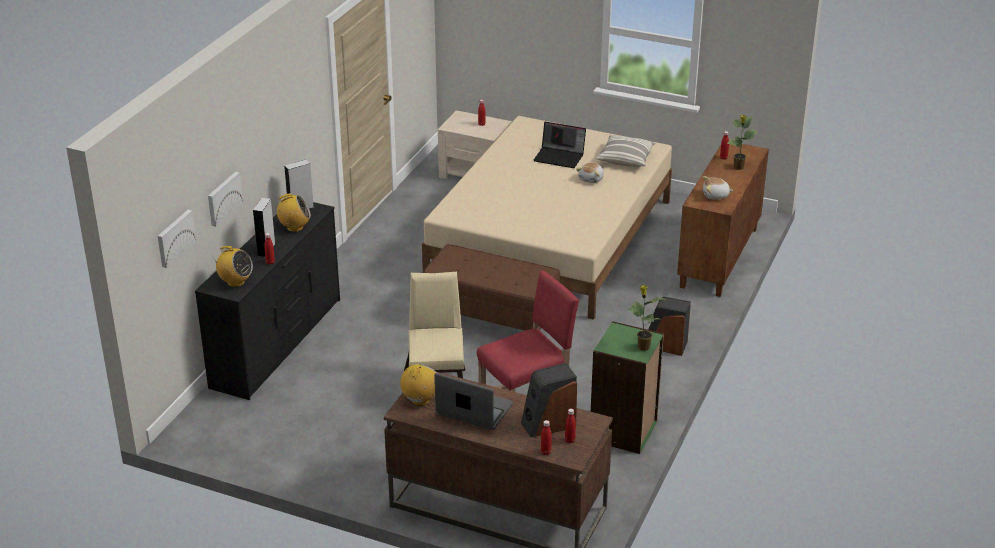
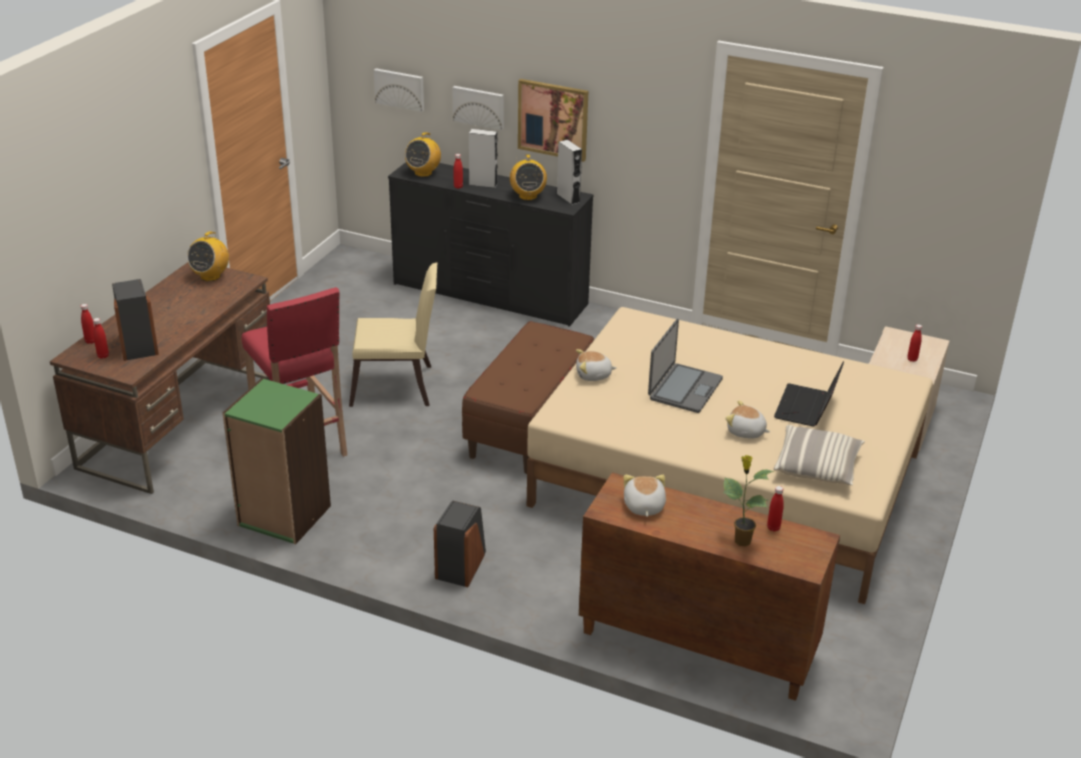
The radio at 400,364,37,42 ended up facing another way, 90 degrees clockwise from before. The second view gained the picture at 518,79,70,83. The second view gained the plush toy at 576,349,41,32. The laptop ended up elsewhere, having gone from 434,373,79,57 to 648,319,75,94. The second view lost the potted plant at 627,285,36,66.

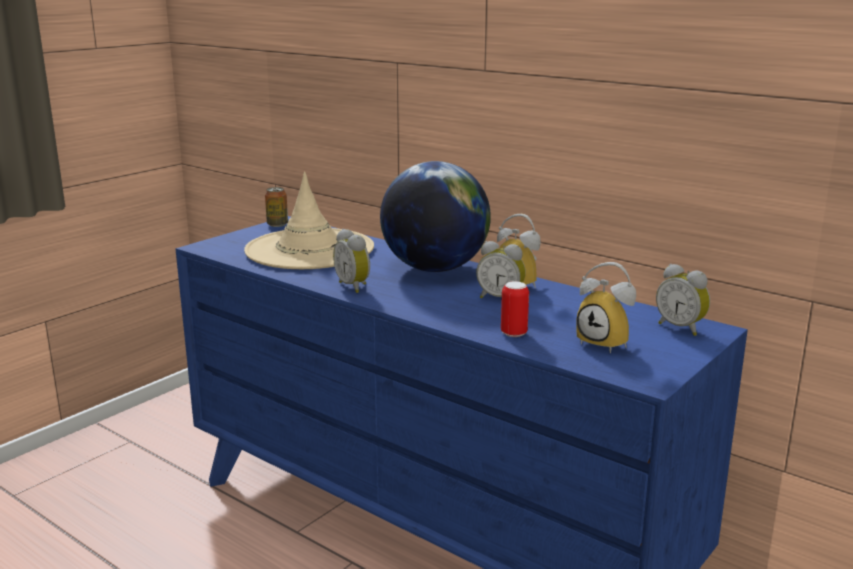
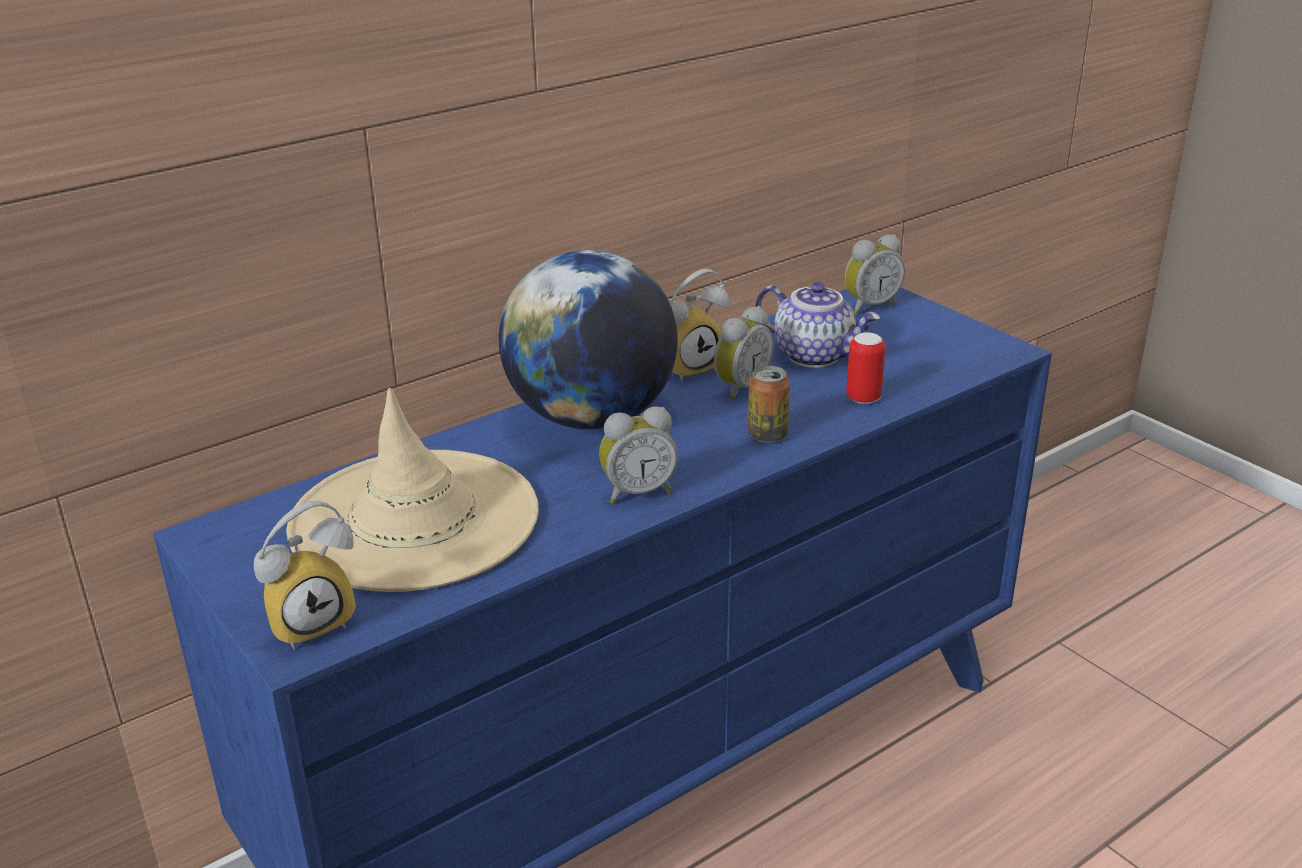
The alarm clock ended up elsewhere, having gone from 576,262,60,91 to 254,501,102,148. The can ended up elsewhere, having gone from 265,187,23,40 to 748,366,42,77. The second view gained the teapot at 755,282,125,86.

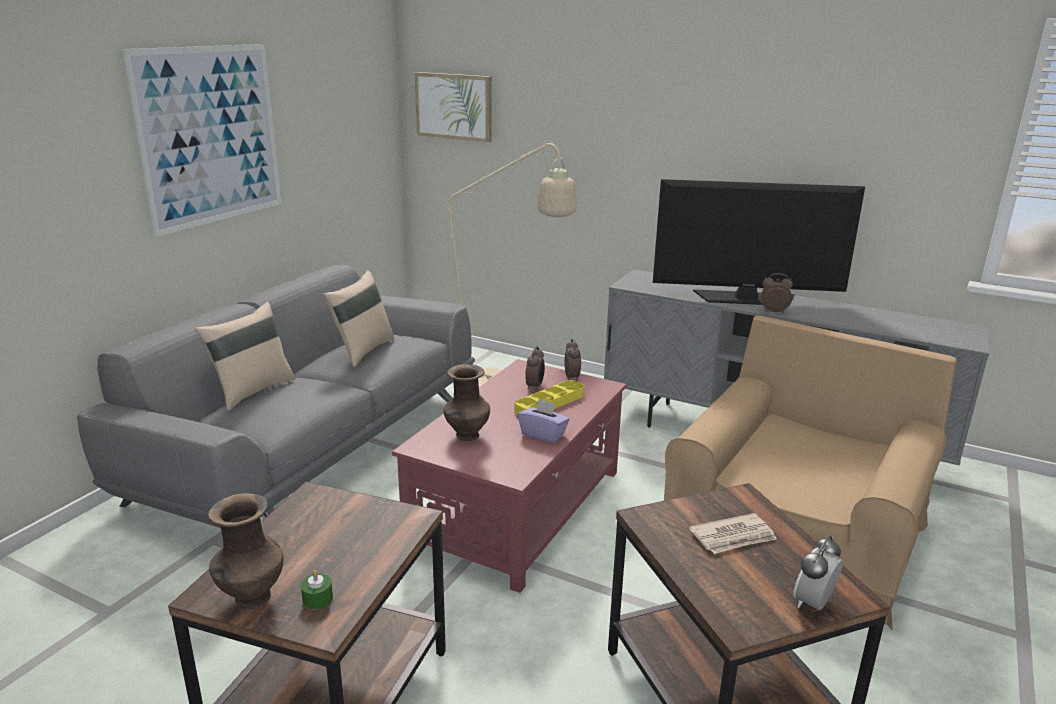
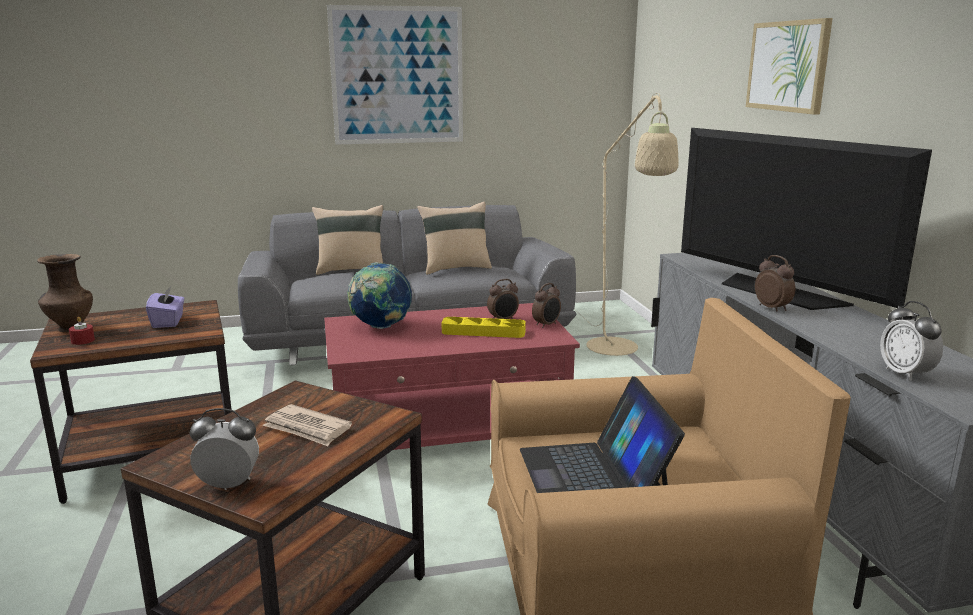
What was the candle (green) at 301,570,32,39 turned into the candle (red) at 69,317,26,28. The tissue box (purple) ended up elsewhere, having gone from 518,399,51,44 to 146,286,38,42. Where the vase (brown) stood at 444,364,46,77, the globe came to stand at 347,262,65,67. The second view gained the laptop at 520,376,165,117. The picture ended up elsewhere, having gone from 415,72,77,70 to 746,18,87,97. The second view gained the alarm clock at 880,301,63,80.

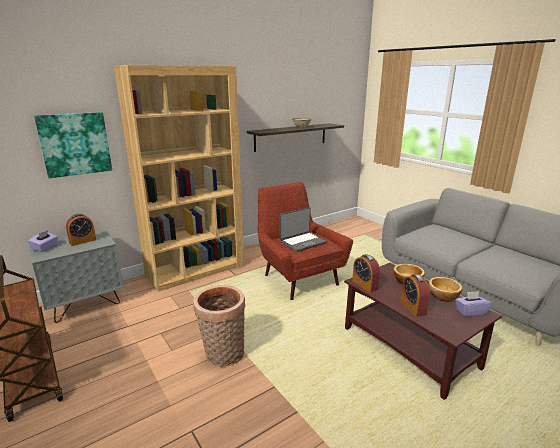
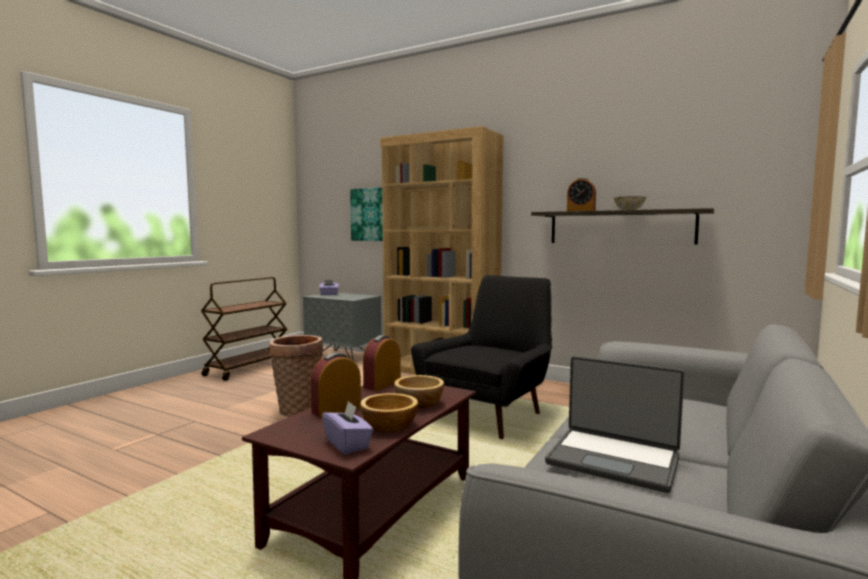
What was the armchair (red) at 257,182,96,118 turned into the armchair (black) at 411,275,141,164. The laptop ended up elsewhere, having gone from 280,207,47,45 to 545,356,139,137. The alarm clock ended up elsewhere, having gone from 66,214,30,32 to 567,177,29,34.

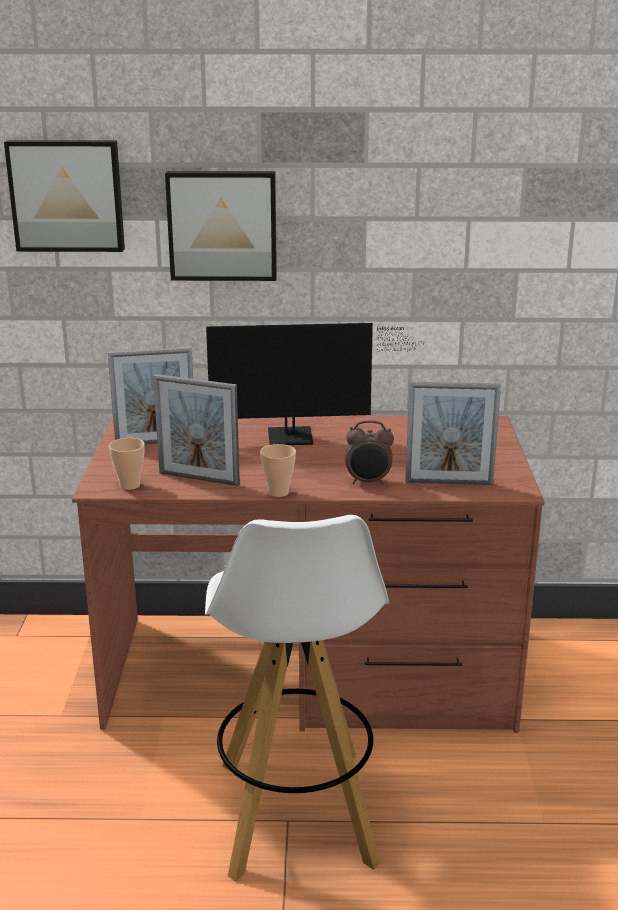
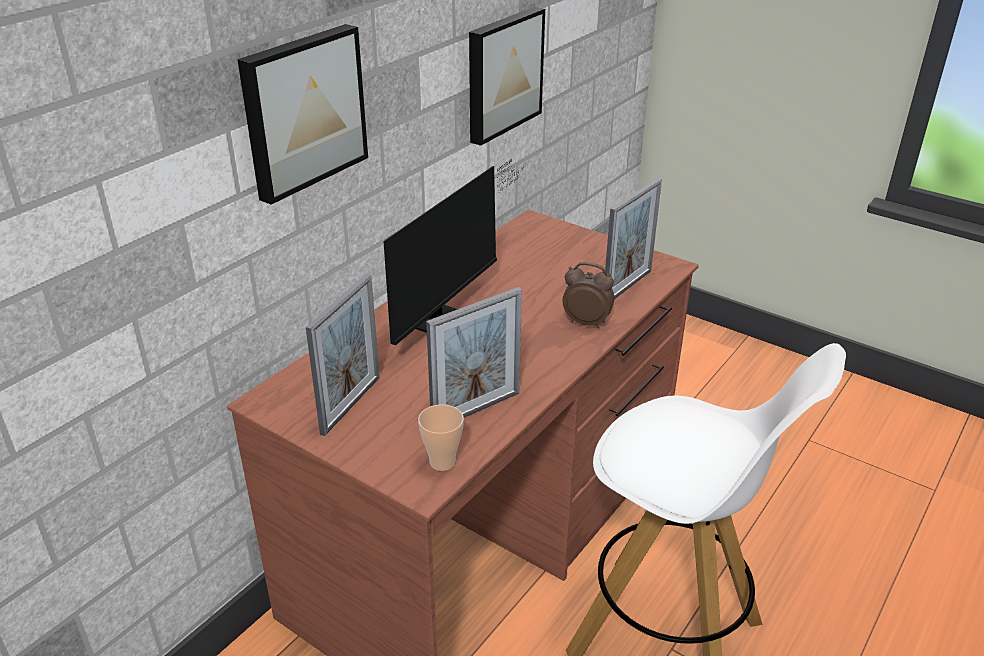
The picture ended up elsewhere, having gone from 4,140,121,112 to 469,7,76,139. The alarm clock at 345,420,49,65 ended up facing another way, 105 degrees counterclockwise from before. The second view lost the cup at 260,444,36,53.

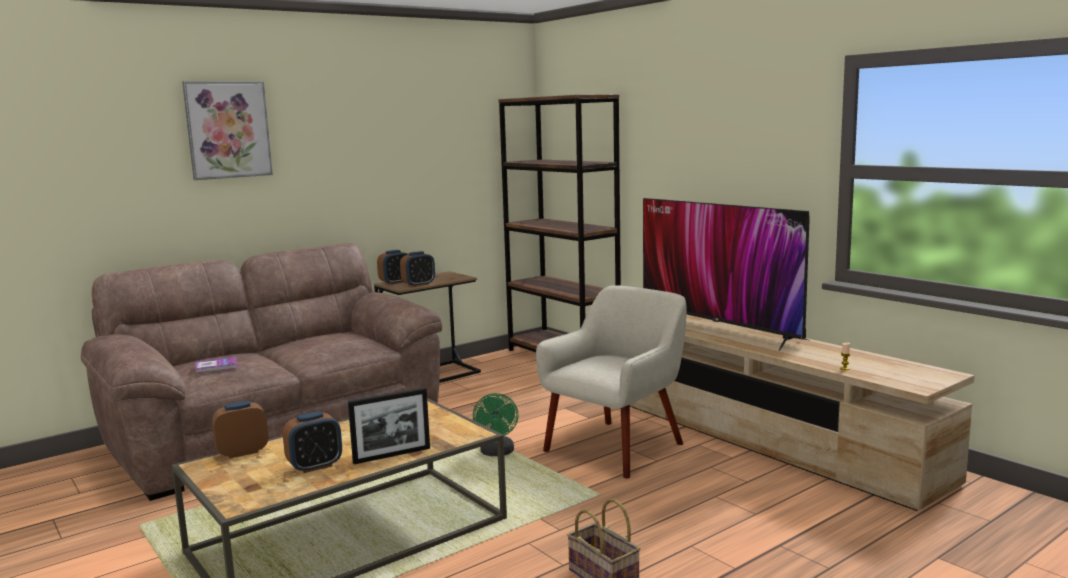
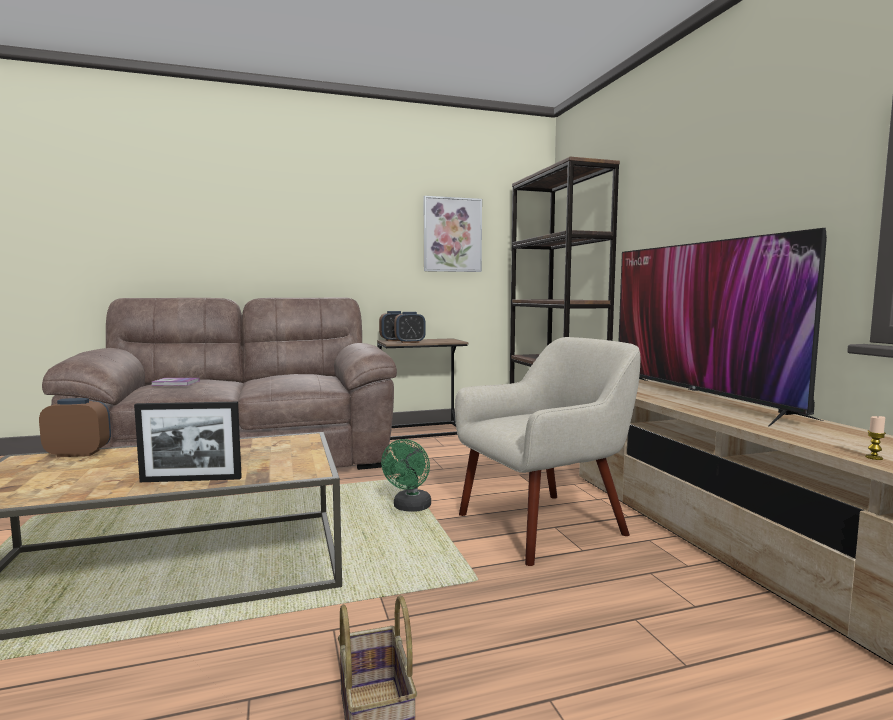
The picture ended up elsewhere, having gone from 182,81,91,99 to 424,196,58,76. The second view lost the alarm clock at 283,411,59,62.

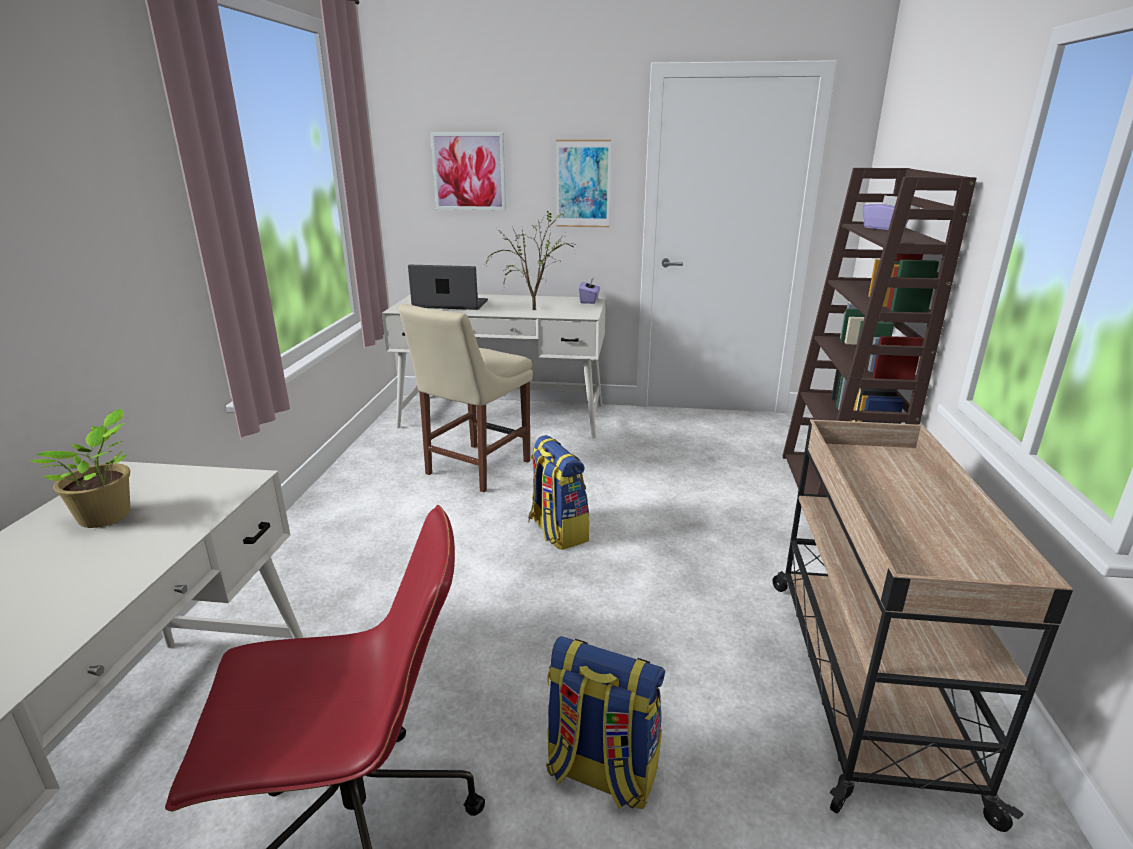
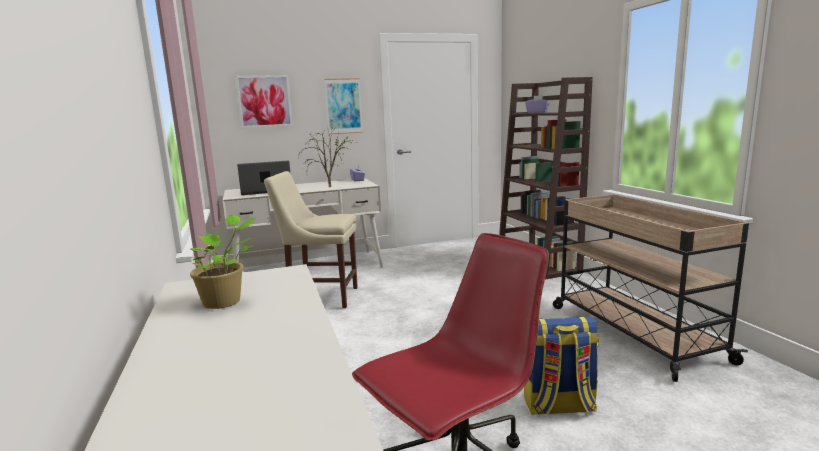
The chair (beige) at 399,304,134,188 ended up facing another way, 90 degrees clockwise from before. The second view lost the backpack at 528,435,61,115.

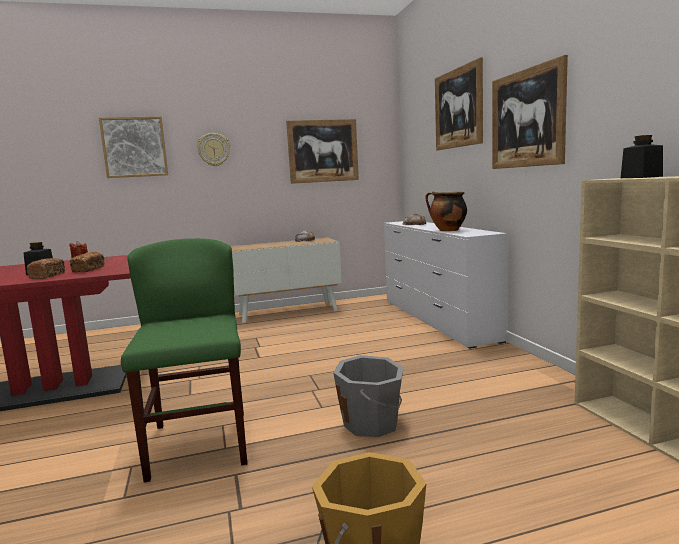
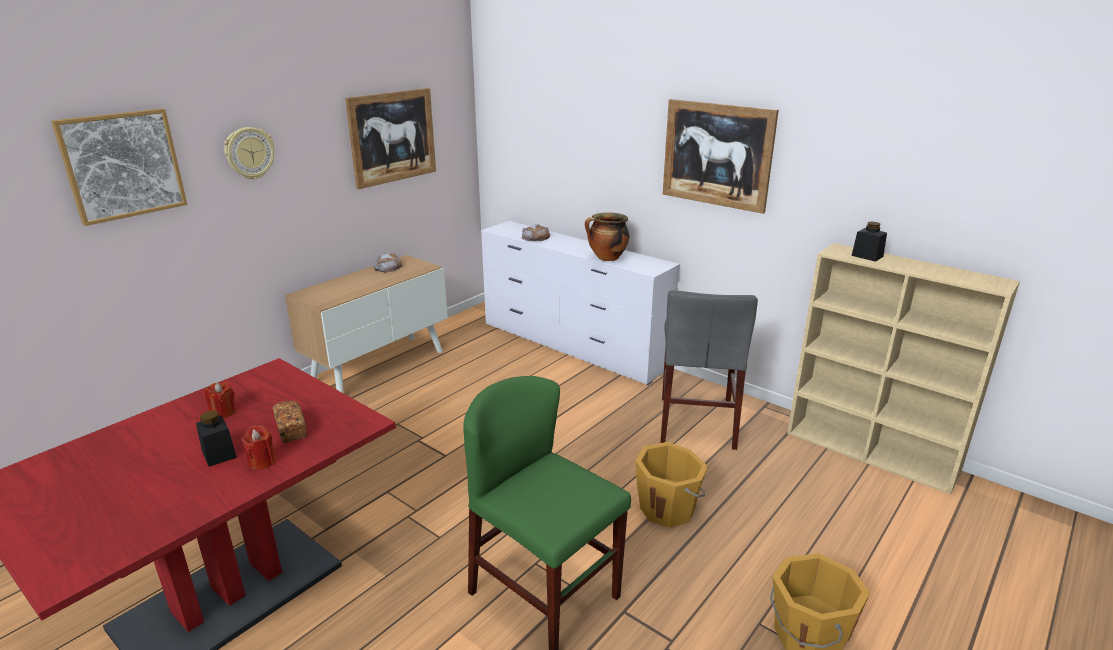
Where the bread stood at 27,258,38,21, the candle (red) came to stand at 241,425,35,45. What was the bucket (grey) at 333,355,71,82 turned into the bucket (orange) at 635,442,73,86. The second view gained the chair (grey) at 660,290,98,160. The second view lost the picture at 435,58,48,93.

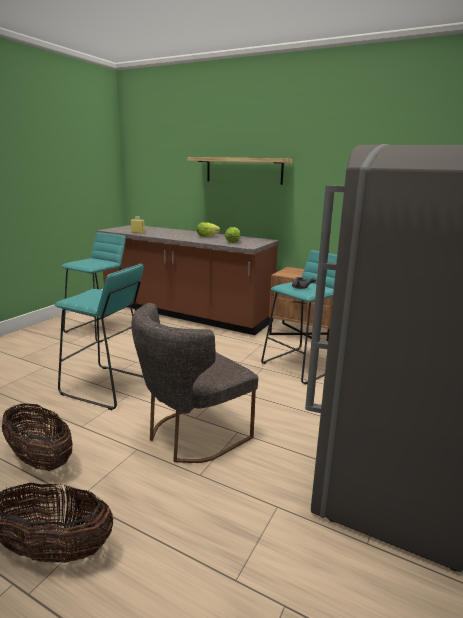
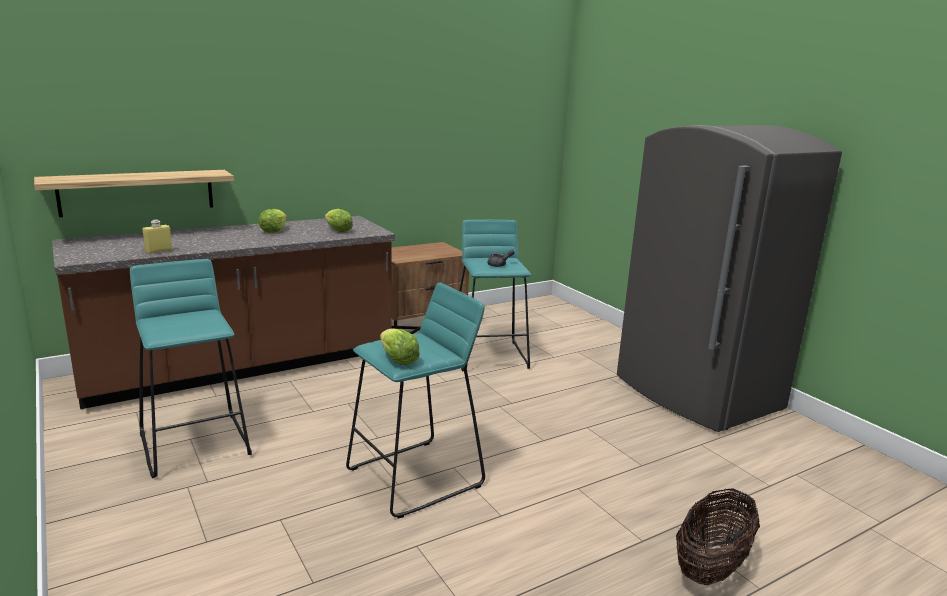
The shelf ended up elsewhere, having gone from 187,157,106,28 to 34,170,200,47. The second view gained the lettuce at 380,328,40,37. The second view lost the basket at 2,403,71,68. The second view lost the chair (grey) at 132,303,126,160.

